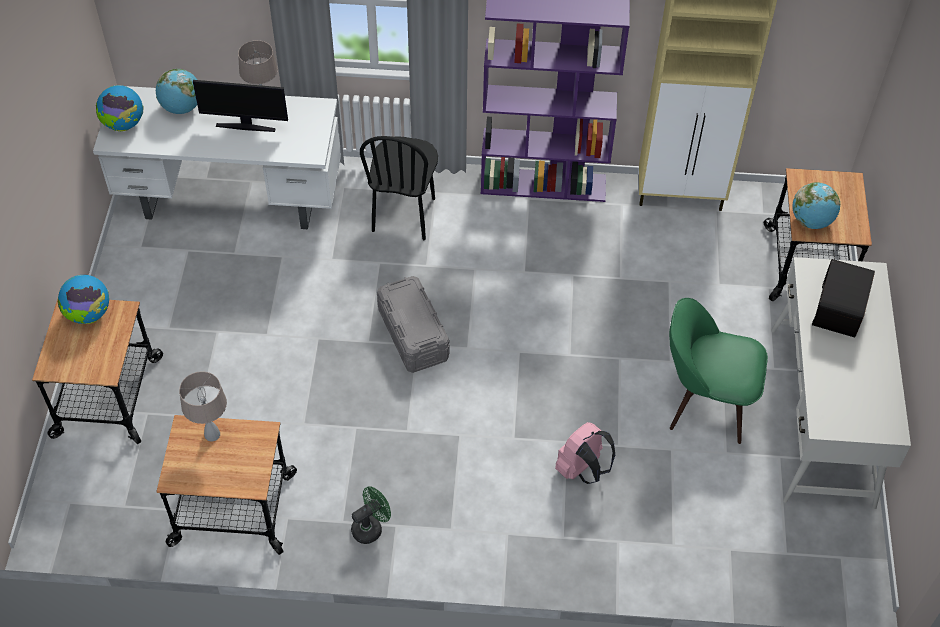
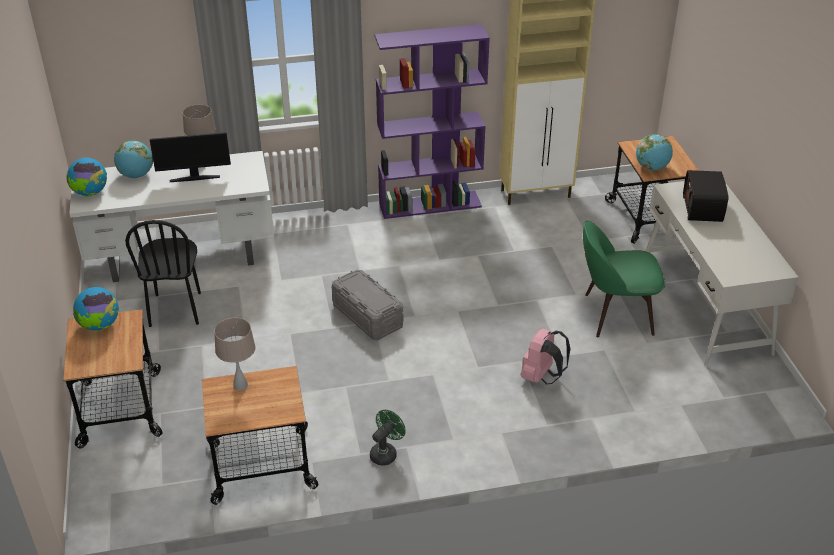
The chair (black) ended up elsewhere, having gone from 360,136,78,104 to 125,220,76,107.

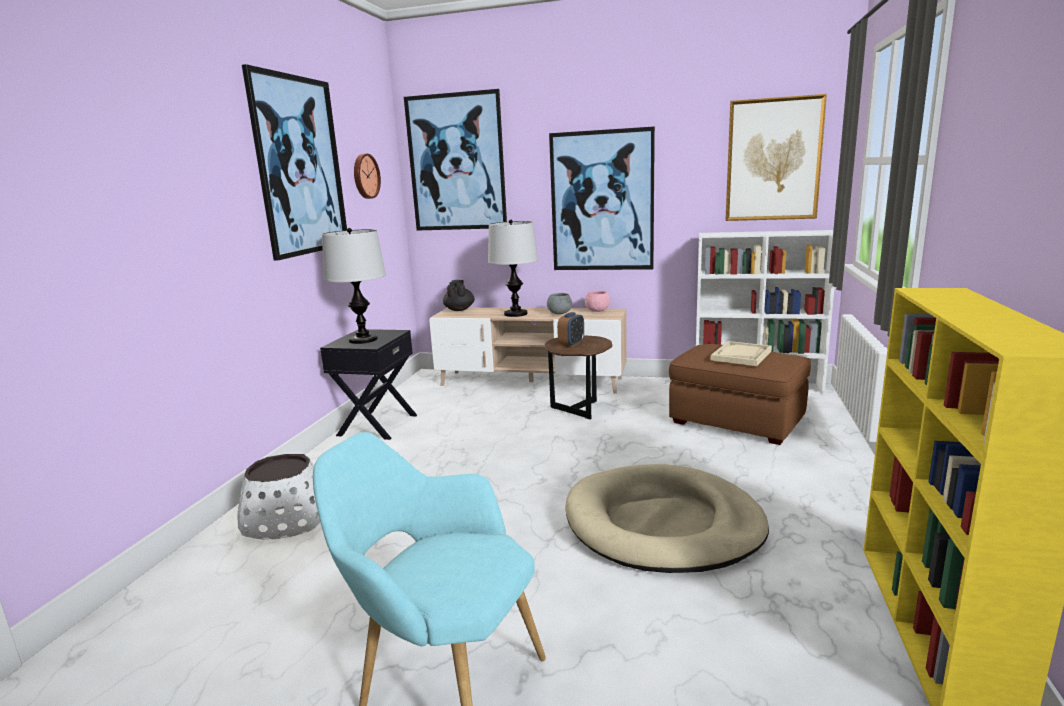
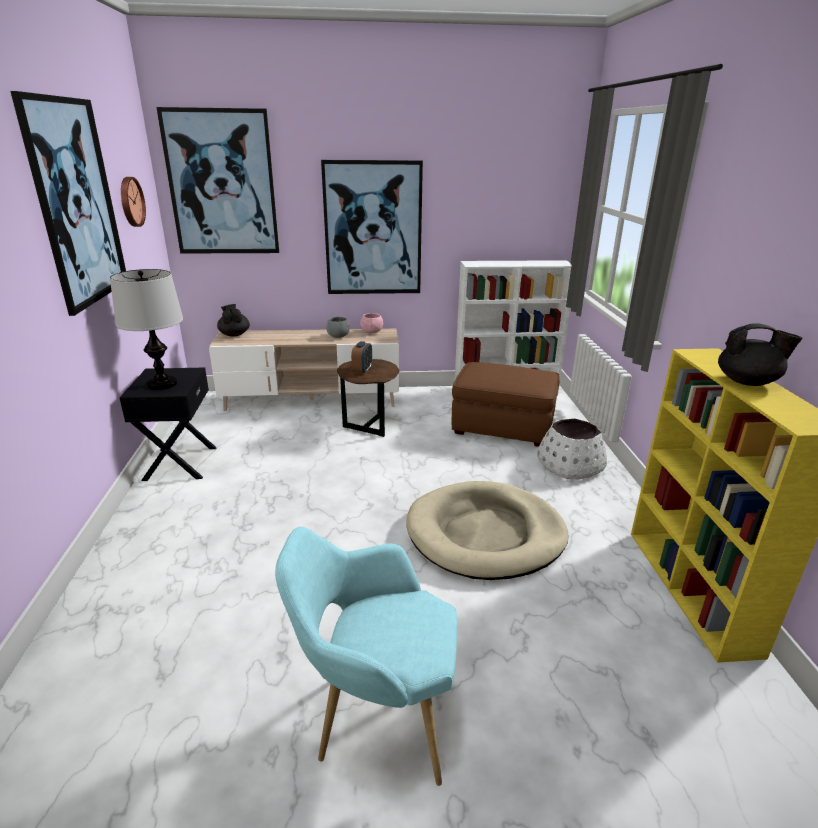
The planter (white) ended up elsewhere, having gone from 237,454,83,85 to 537,419,70,61. The second view gained the teapot (black) at 718,324,84,62. The second view lost the table lamp at 488,220,50,97. The second view lost the tray (beige) at 711,341,61,25. The second view lost the picture at 725,94,102,127.

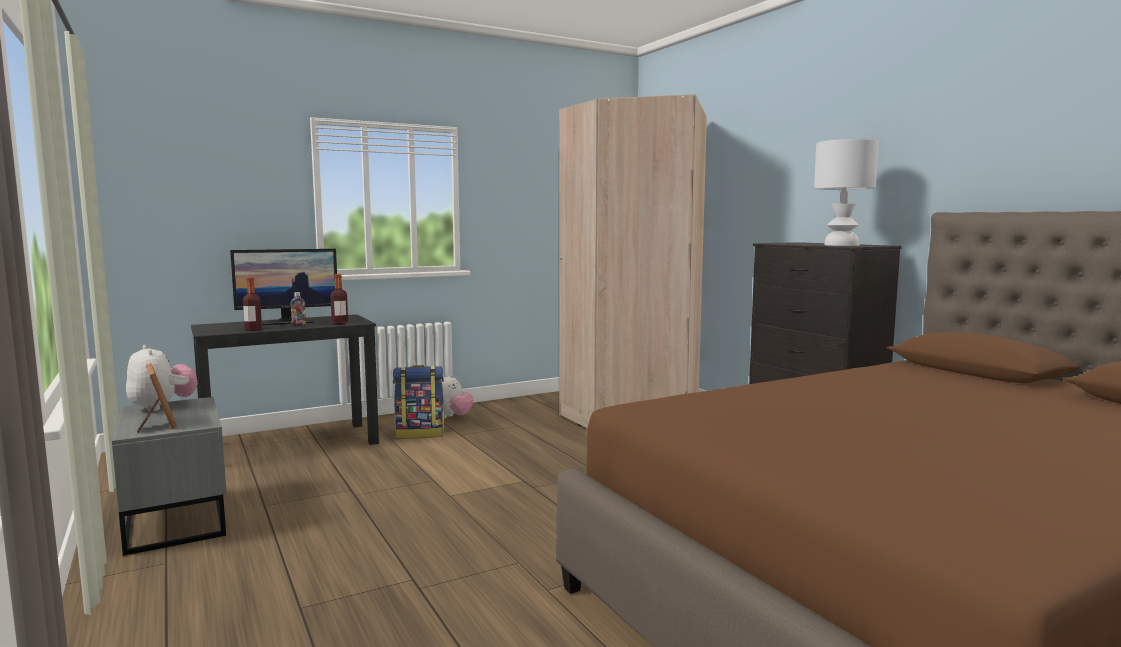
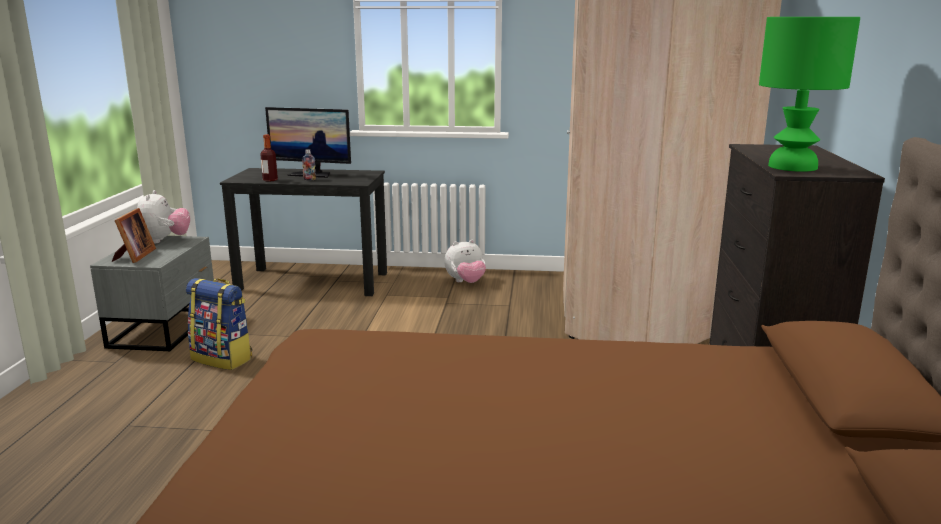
The backpack ended up elsewhere, having gone from 393,365,51,74 to 186,278,66,92. What was the table lamp (white) at 814,139,65,107 turned into the table lamp (green) at 759,17,101,155. The second view lost the bottle at 330,274,18,50.

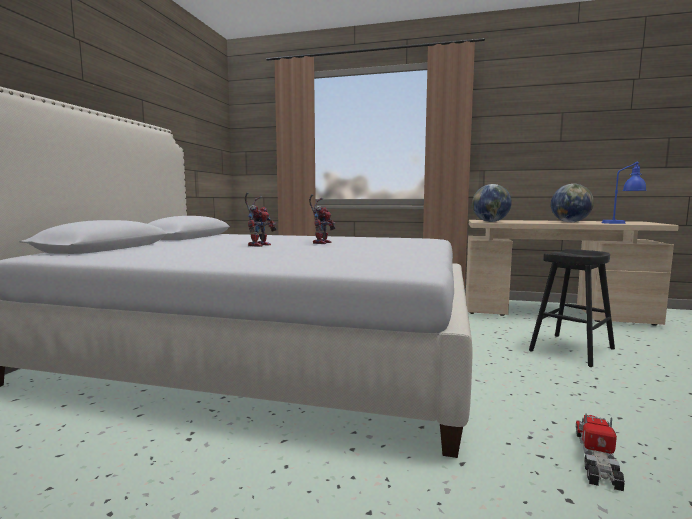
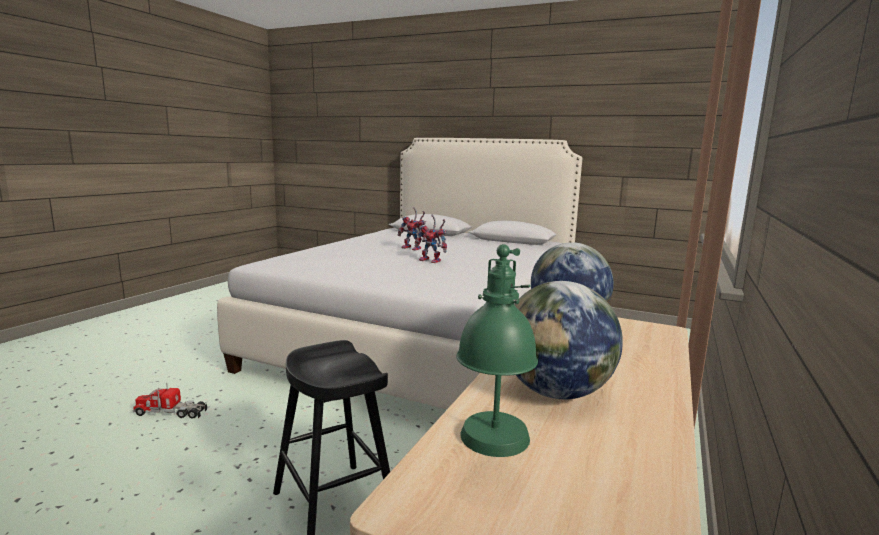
The toy truck at 576,413,49,78 ended up facing another way, 150 degrees clockwise from before. What was the table lamp (blue) at 602,161,45,63 turned into the table lamp (green) at 456,244,82,213.

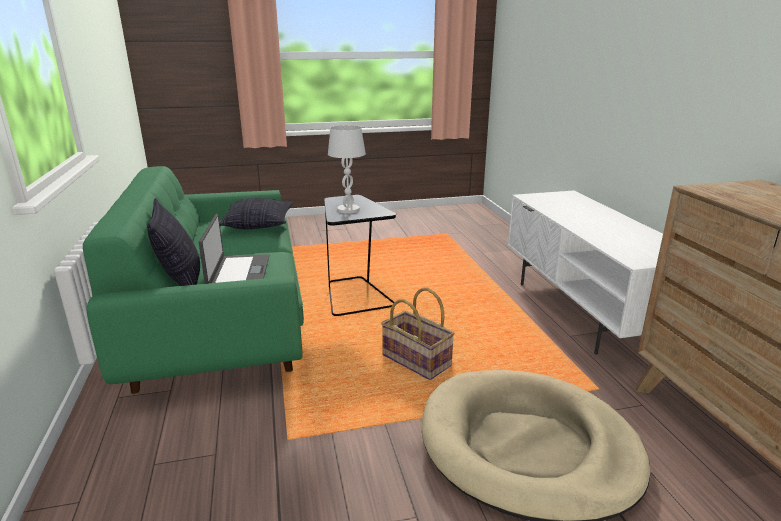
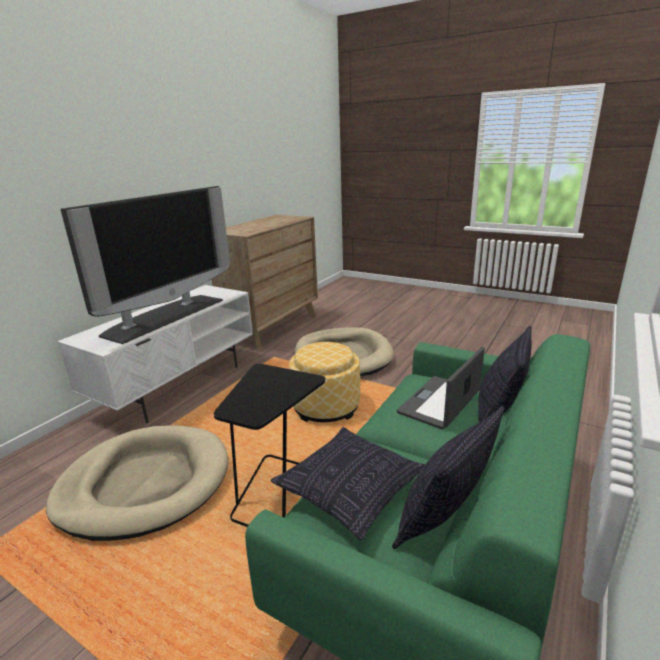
The second view gained the dog bed (beige) at 46,425,182,116. The second view gained the television at 61,186,169,158. Where the basket stood at 381,288,74,92, the ottoman came to stand at 289,342,71,80. The second view gained the pillow at 392,406,112,143. The second view lost the table lamp (white) at 328,125,38,89.

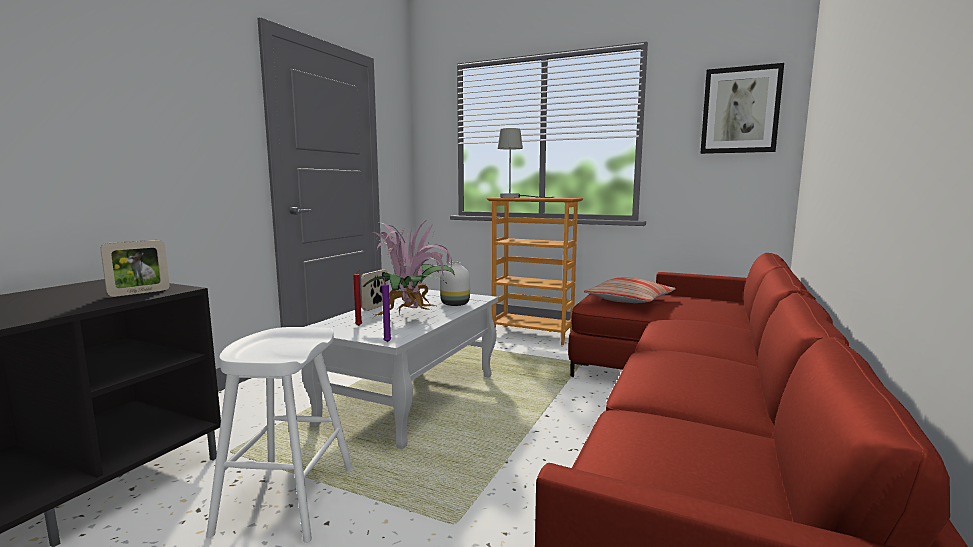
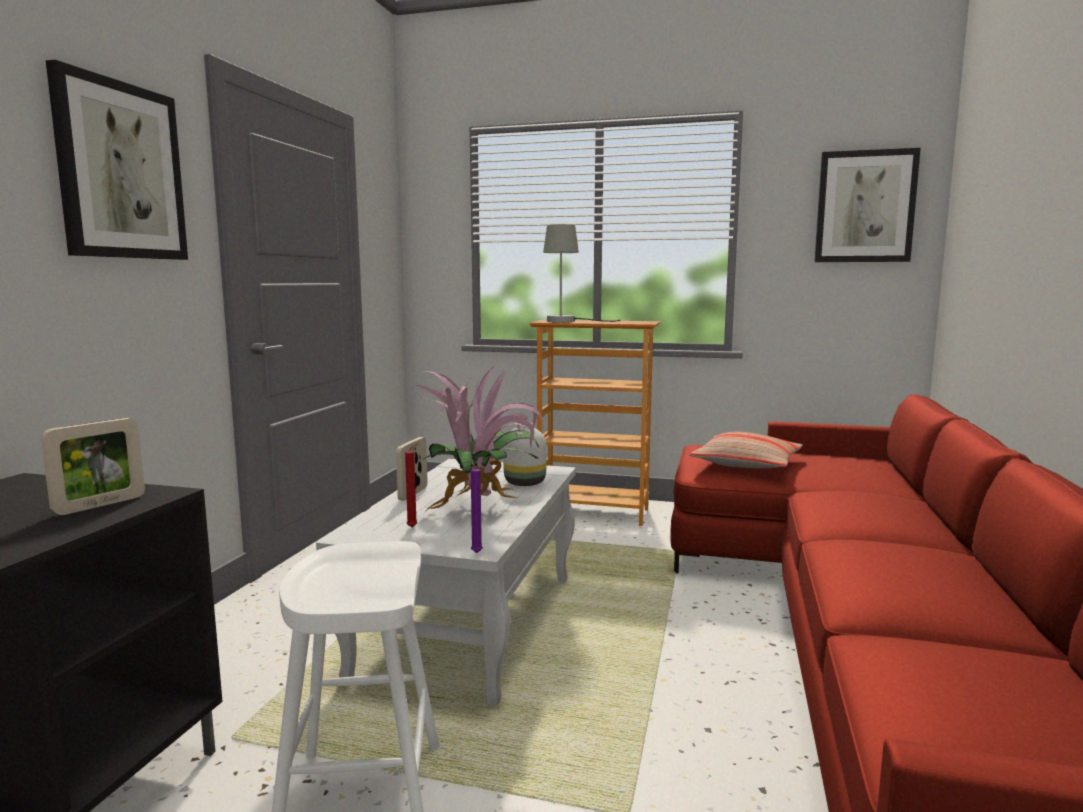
The second view gained the picture at 46,60,142,200.

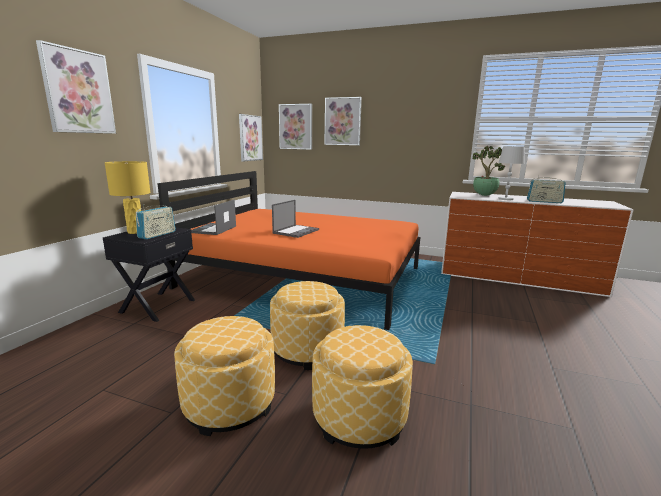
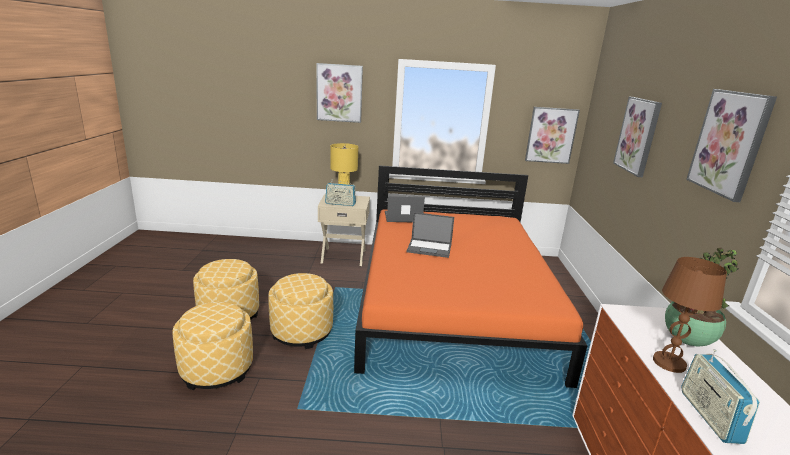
What was the nightstand (black) at 103,227,92,95 turned into the nightstand (beige) at 318,194,52,72. What was the table lamp (white) at 498,146,27,54 turned into the table lamp (brown) at 653,257,74,116. The picture ended up elsewhere, having gone from 279,104,33,46 to 686,89,91,113.

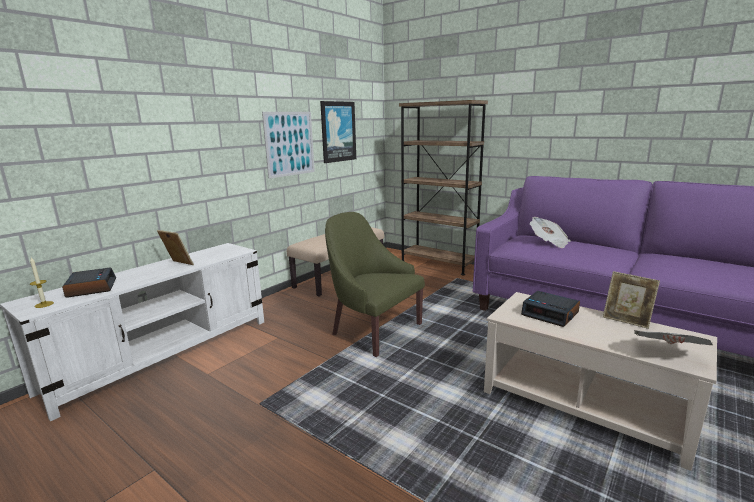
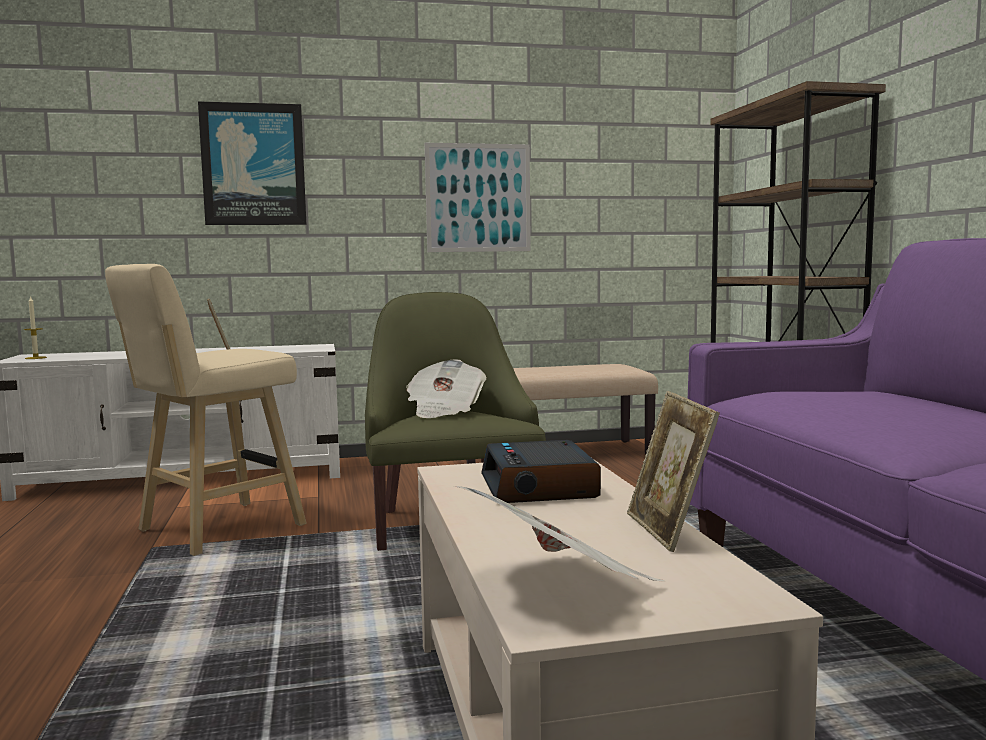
The second view gained the stool (beige) at 105,264,202,292. The picture ended up elsewhere, having gone from 320,101,36,62 to 198,101,109,124. The newspaper ended up elsewhere, having gone from 530,217,40,31 to 406,360,80,58. The second view lost the alarm clock at 62,267,54,31.

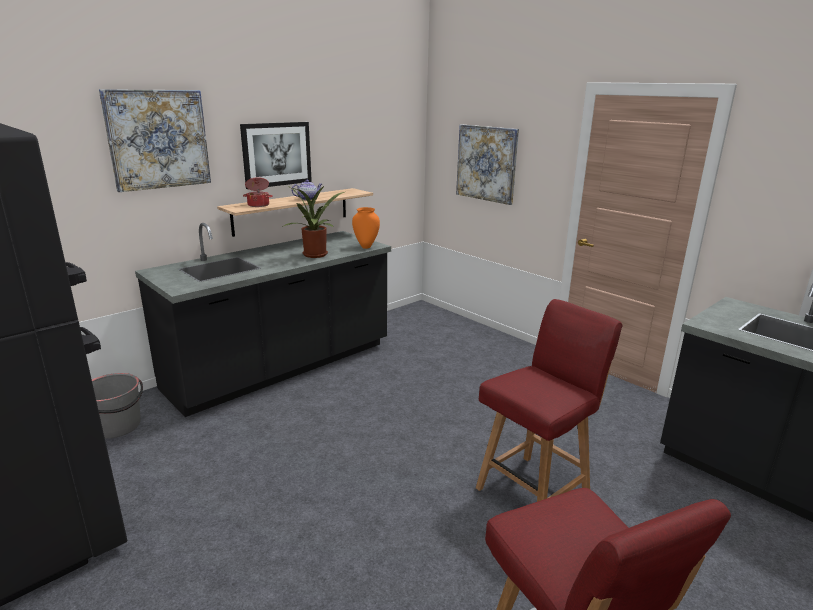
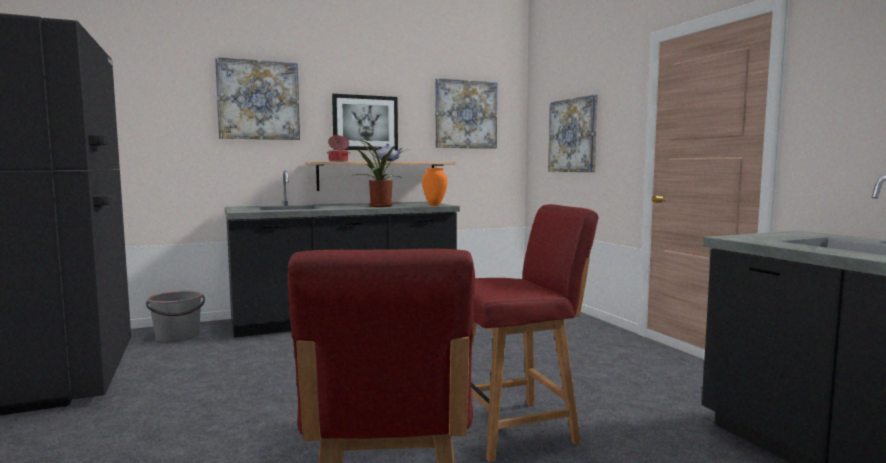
The second view gained the picture at 435,78,62,71.

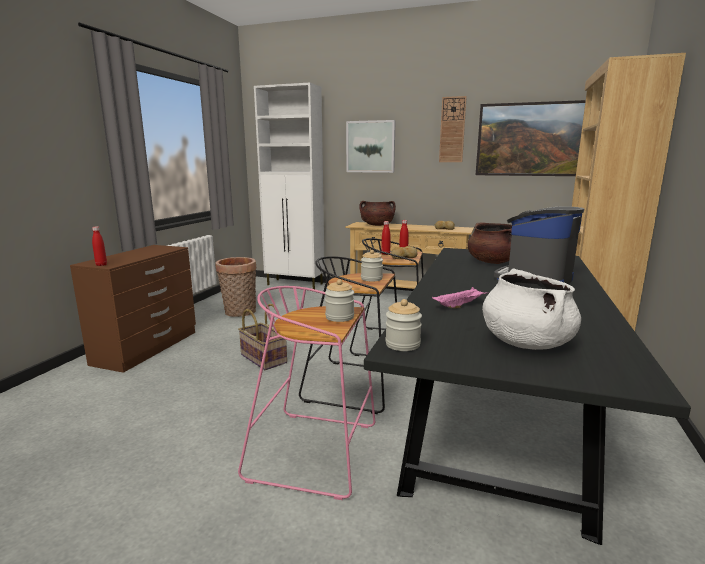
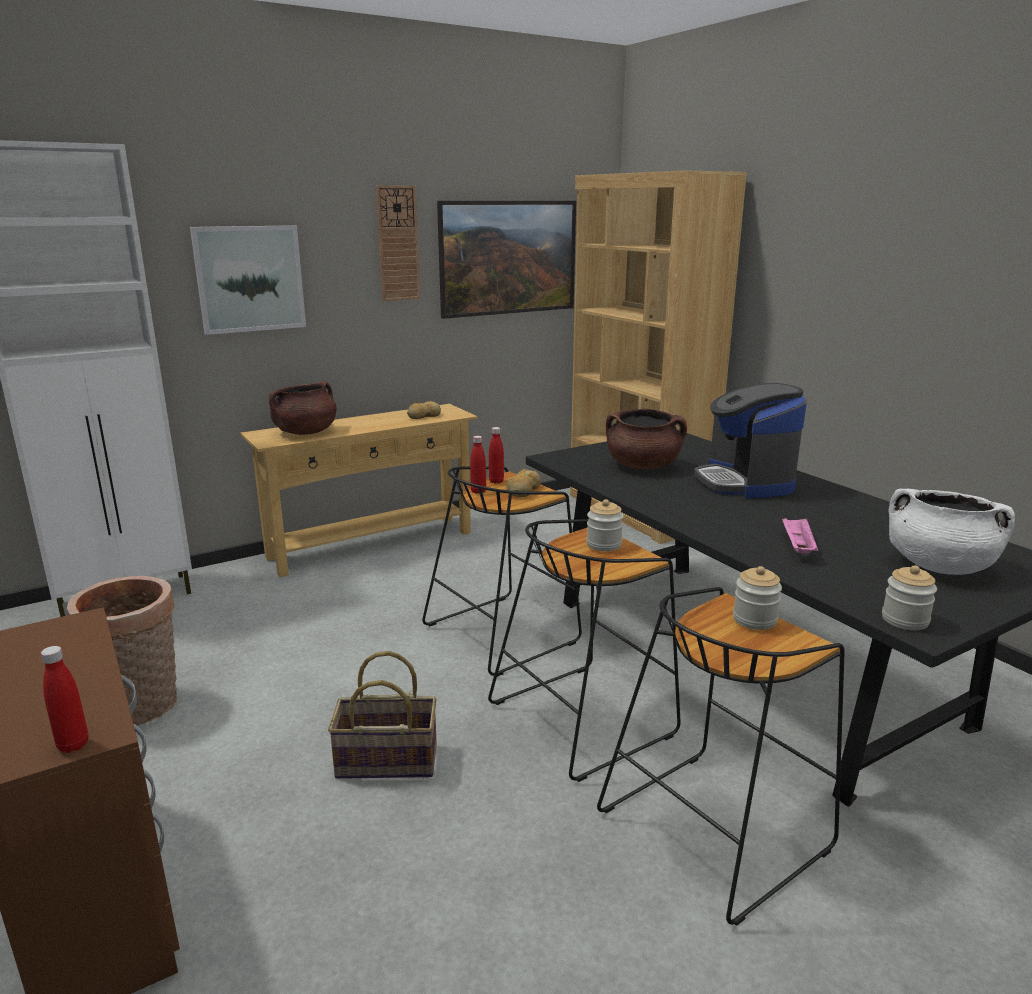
What was the stool (pink) at 238,286,137,214 turned into the stool (black) at 597,587,248,339.

